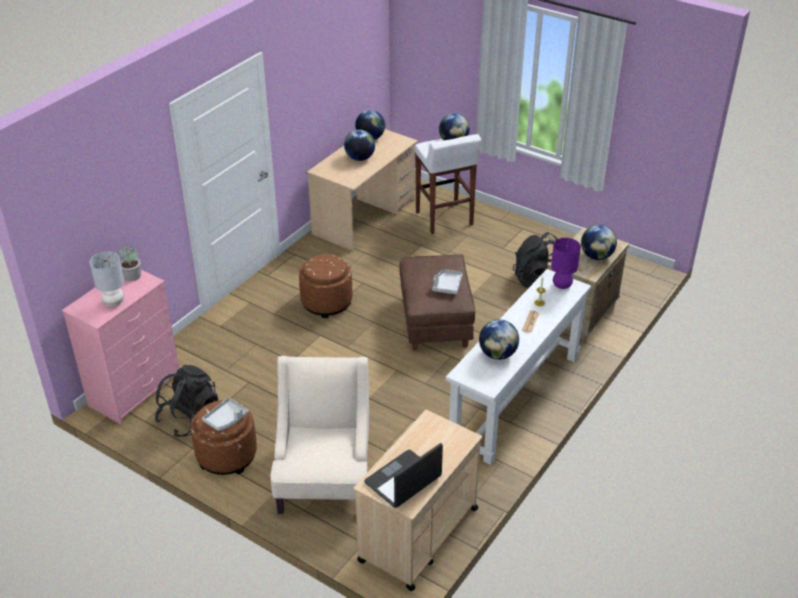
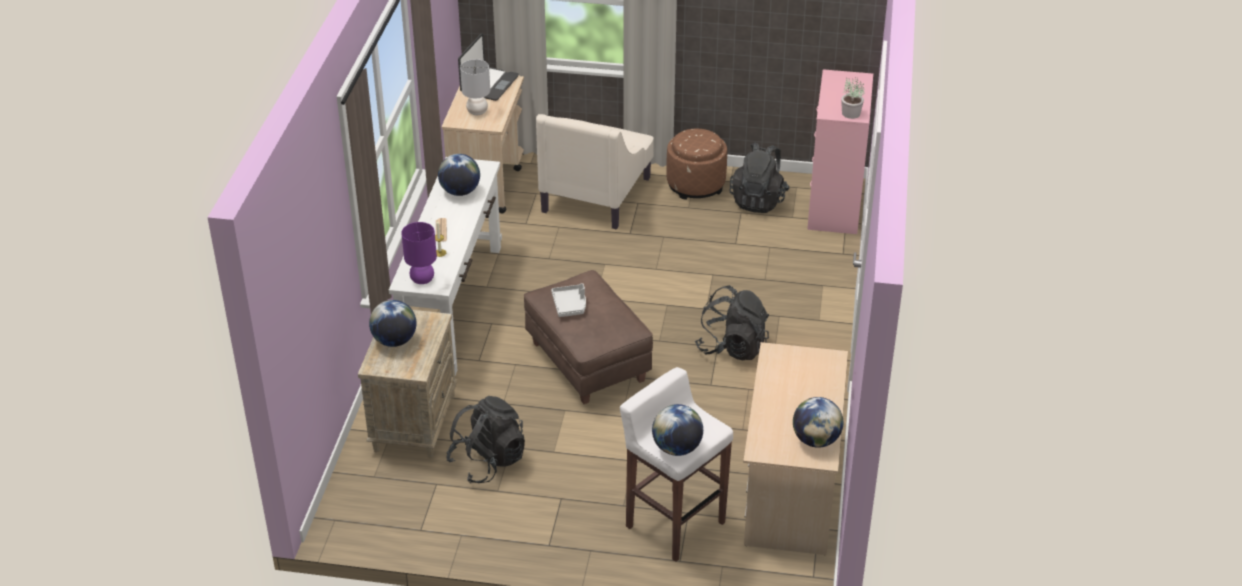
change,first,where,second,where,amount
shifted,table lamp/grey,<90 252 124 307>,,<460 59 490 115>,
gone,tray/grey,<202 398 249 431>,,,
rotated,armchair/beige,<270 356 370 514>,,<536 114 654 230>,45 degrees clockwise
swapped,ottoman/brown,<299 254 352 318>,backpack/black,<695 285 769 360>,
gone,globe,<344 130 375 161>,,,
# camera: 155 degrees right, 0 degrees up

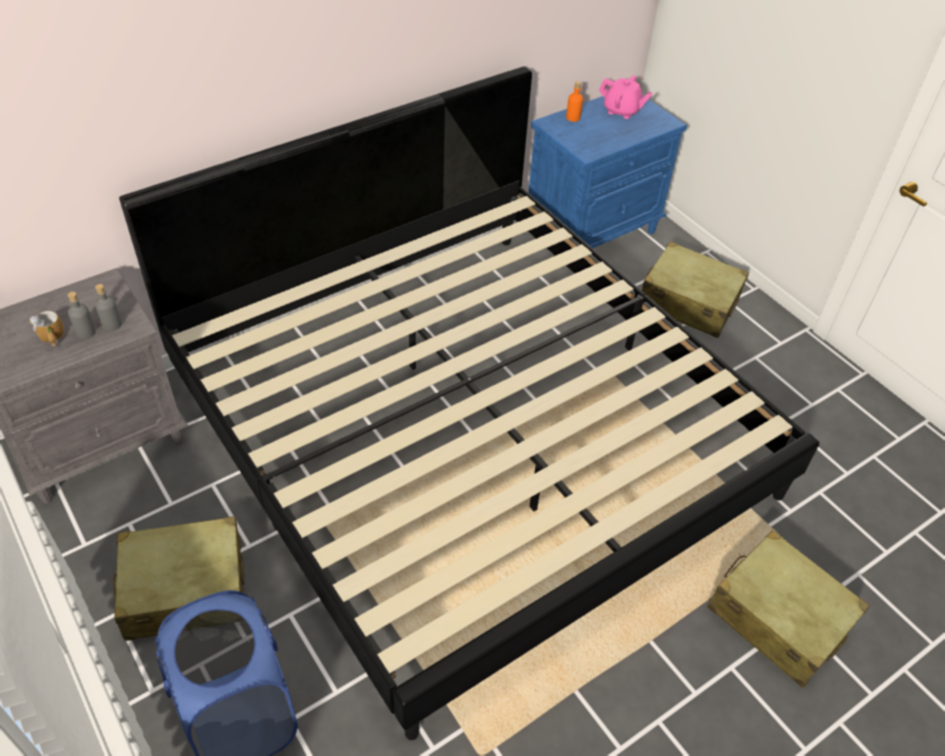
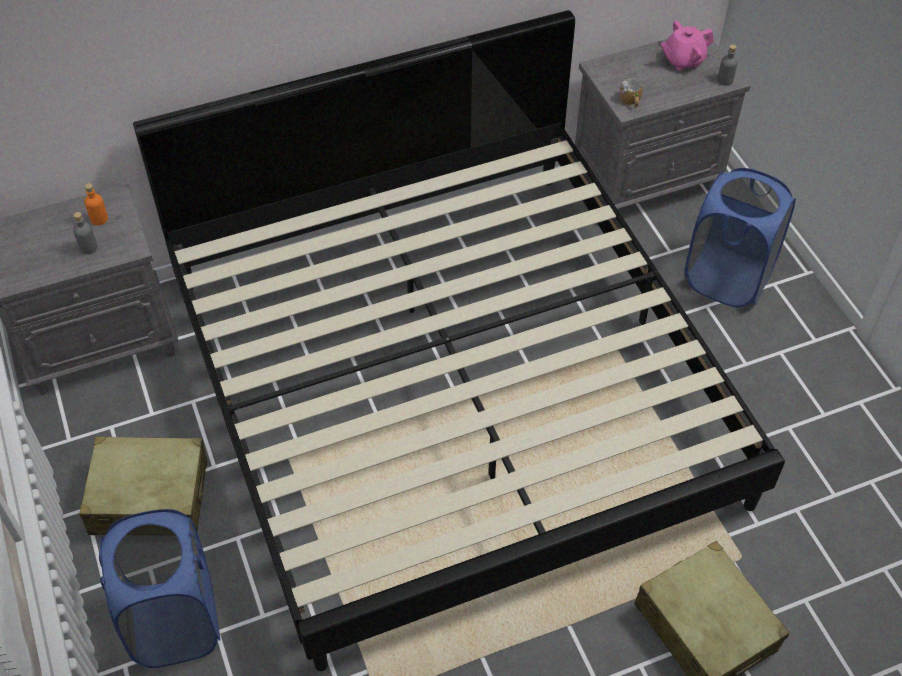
change,first,where,second,where,amount
shifted,mug,<29 311 64 346>,,<619 79 642 109>,
shifted,bottle/grey,<95 284 122 331>,,<717 44 738 86>,
repainted,nightstand/blue,<528 95 687 248>,nightstand/grey,<575 29 751 210>,
shifted,bottle/orange,<566 81 583 122>,,<84 183 108 225>,
rotated,teapot/pink,<599 75 653 119>,,<661 20 714 71>,120 degrees clockwise
swapped,suitcase/beige,<642 241 749 338>,laundry basket/blue,<684 168 796 308>,
# camera: 15 degrees right, 5 degrees up

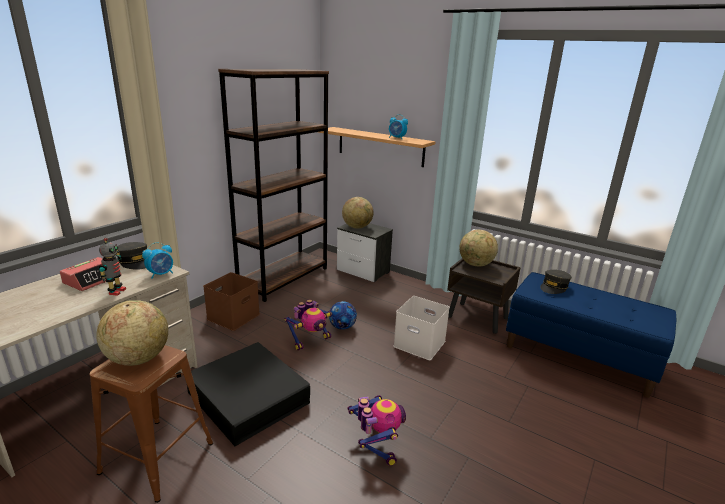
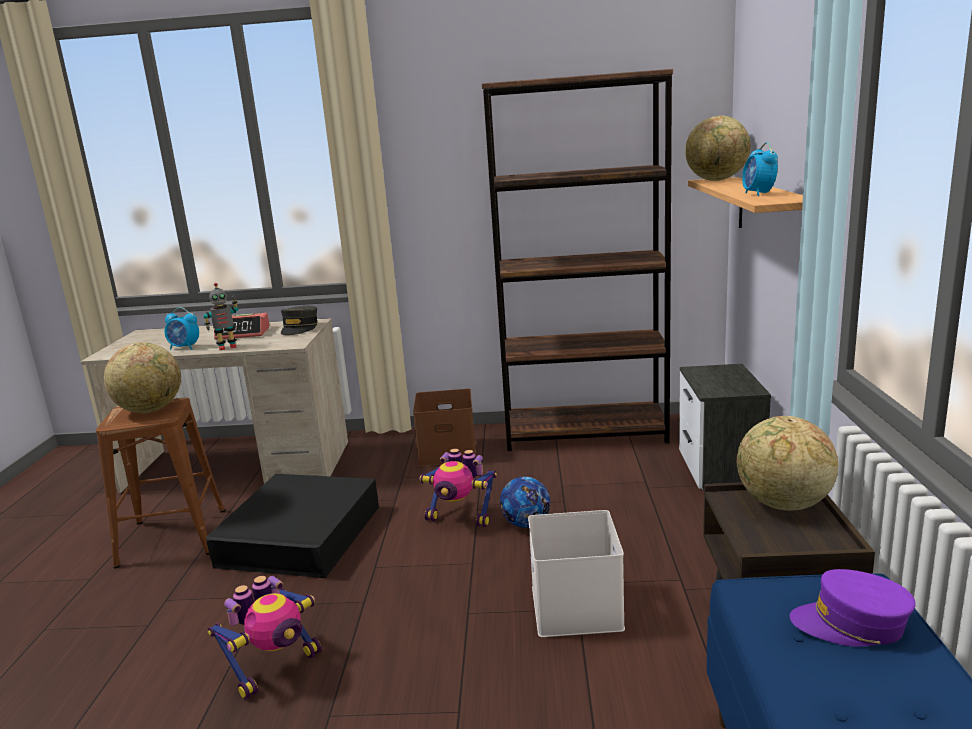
change,first,where,second,where,amount
shifted,alarm clock,<142 242 173 279>,,<165 307 199 350>,
shifted,globe,<342 197 373 229>,,<685 116 751 181>,
repainted,cap/grey,<541 270 571 294>,cap/purple,<790 569 916 647>,
# camera: 60 degrees right, 5 degrees down

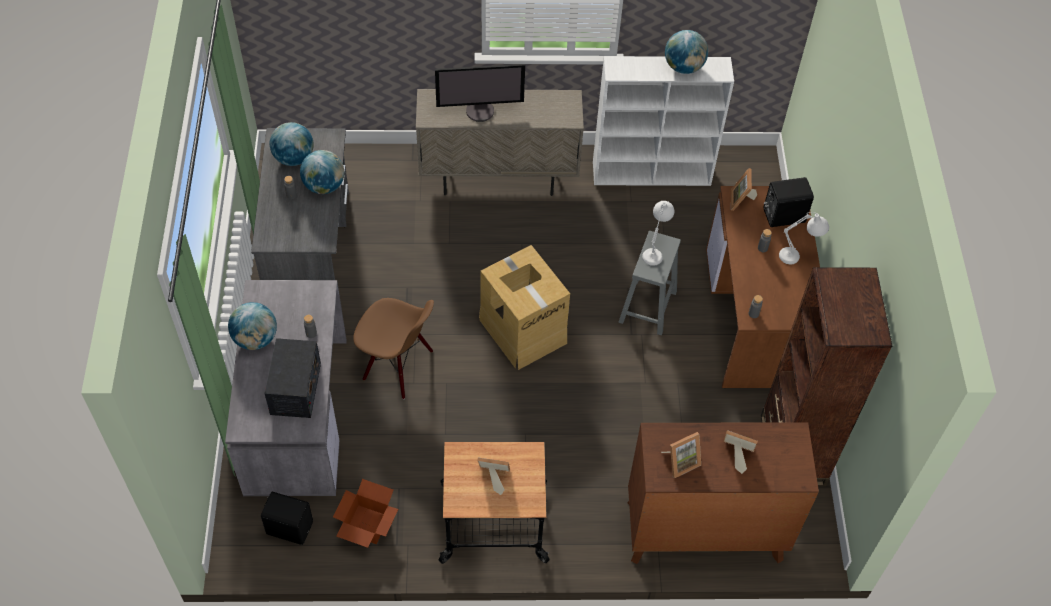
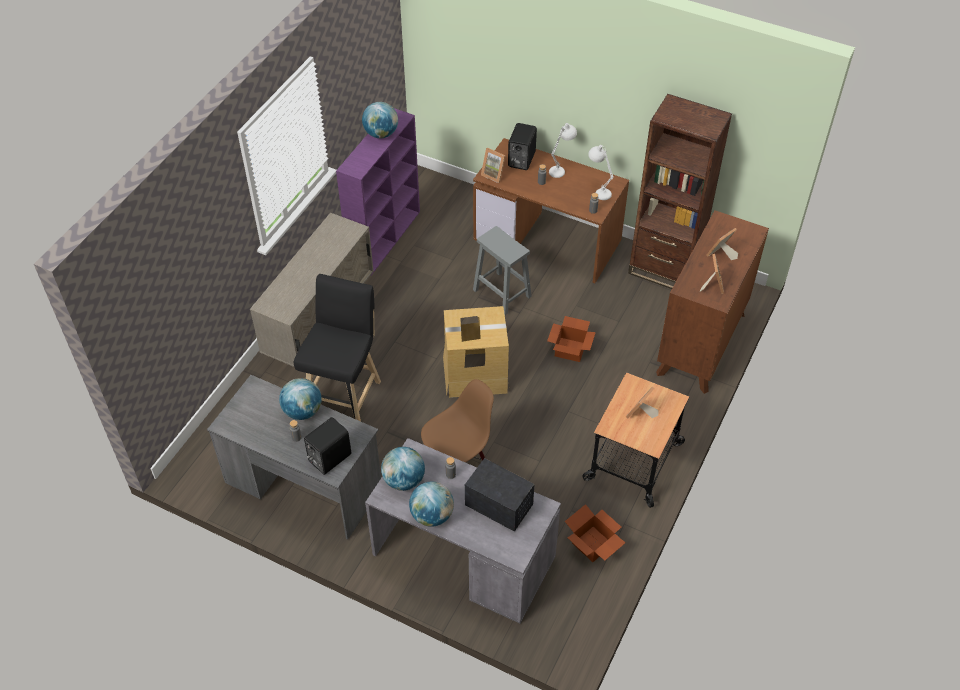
change,first,where,second,where,amount
shifted,speaker/black,<261 492 313 545>,,<304 417 351 475>,
shifted,globe,<270 122 314 166>,,<381 447 425 491>,
gone,monitor,<435 64 525 122>,,,
repainted,bookcase/white,<593 56 734 186>,bookcase/purple,<336 108 420 276>,
shifted,table lamp/white,<642 201 674 266>,,<588 145 614 200>,
new,,,stool/black,<294 274 381 421>,
new,,,cardboard box,<547 316 596 362>,
# camera: 60 degrees left, 5 degrees down

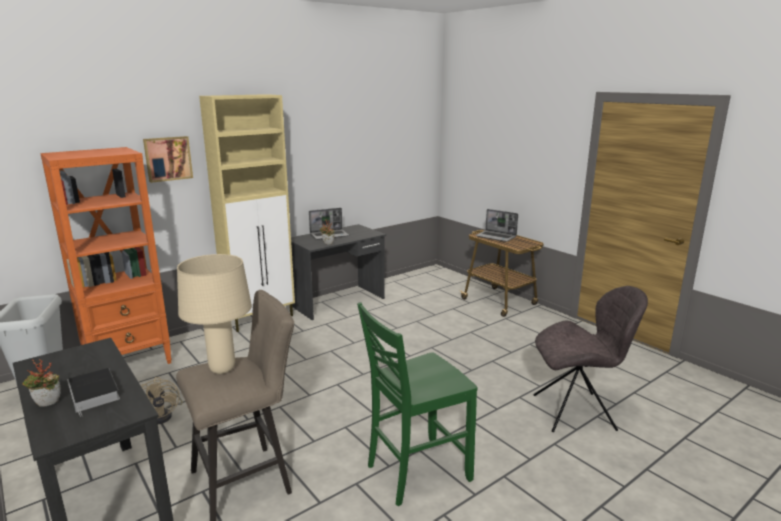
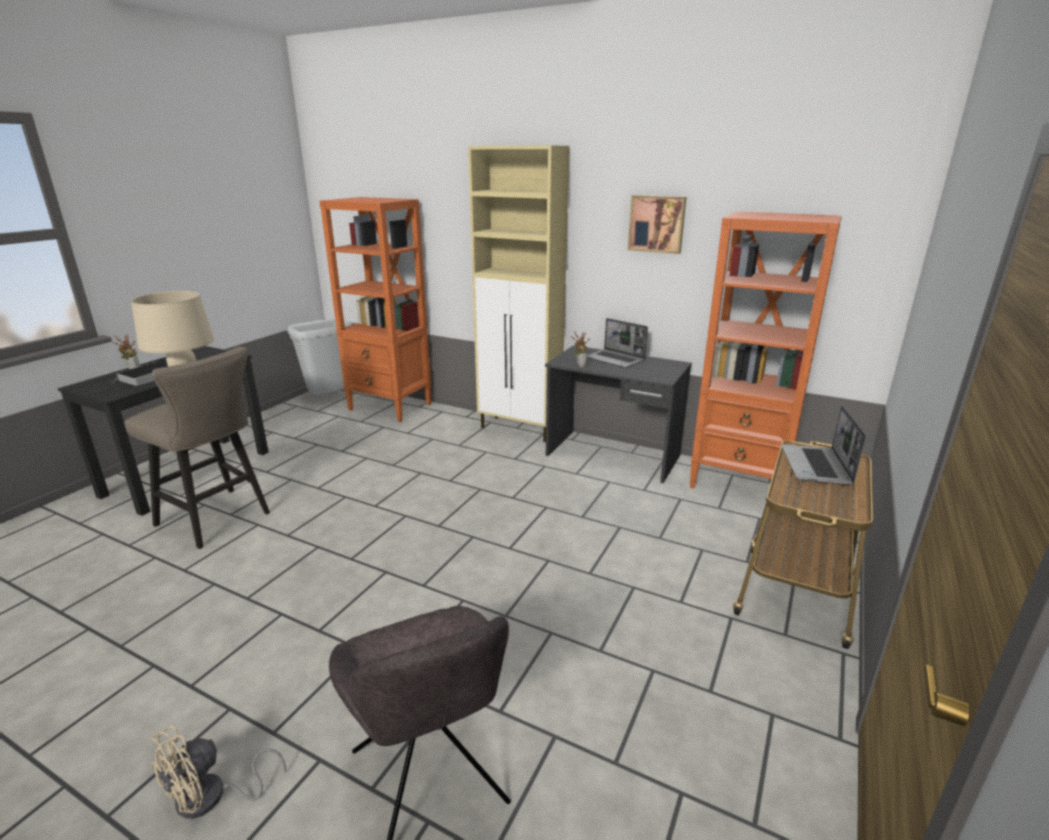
change,first,where,second,where,amount
shifted,fan/beige,<141 377 183 424>,,<150 725 286 819>,
shifted,picture,<143 136 193 183>,,<628 195 686 254>,
gone,chair/green,<357 302 477 506>,,,
new,,,bookcase/orange,<690 211 842 489>,
# camera: 65 degrees right, 5 degrees up

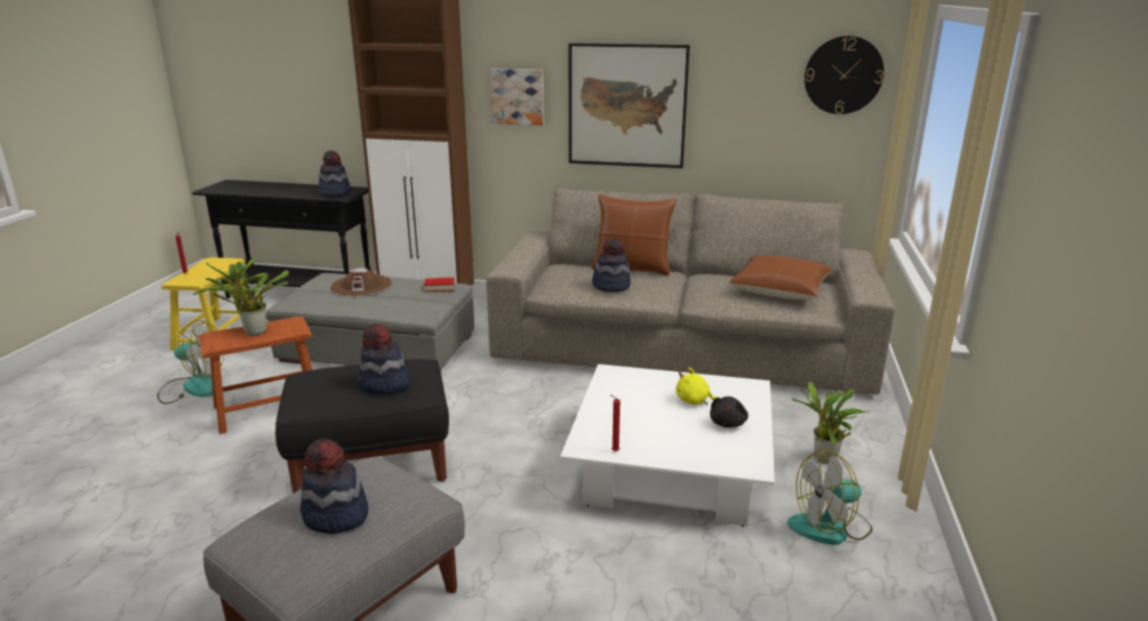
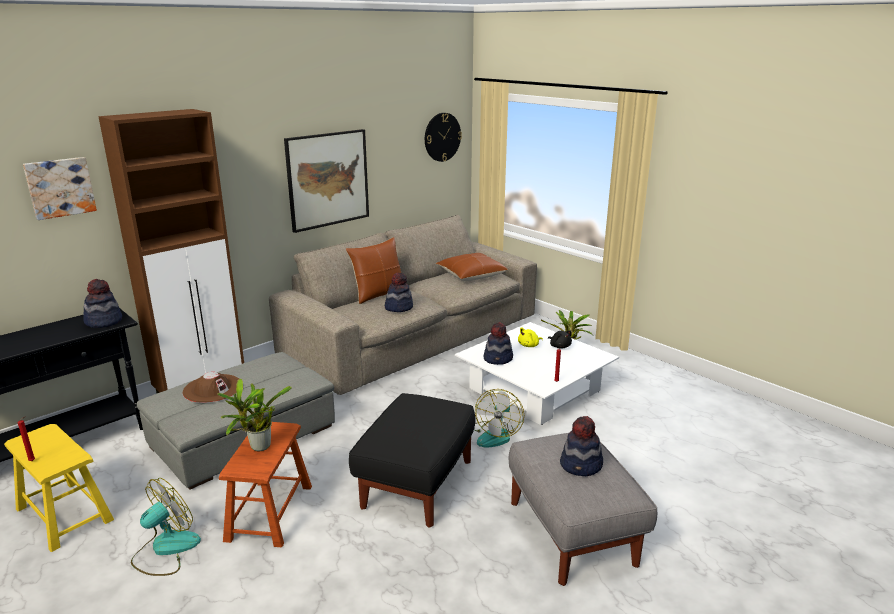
change,first,where,second,where,amount
shifted,hat,<358 324 410 394>,,<483 322 513 365>,
gone,book,<424 277 455 292>,,,
shifted,picture,<490 69 544 125>,,<23 157 97 220>,
shifted,fan,<788 449 872 545>,,<474 389 524 448>,
# camera: 55 degrees left, 0 degrees up

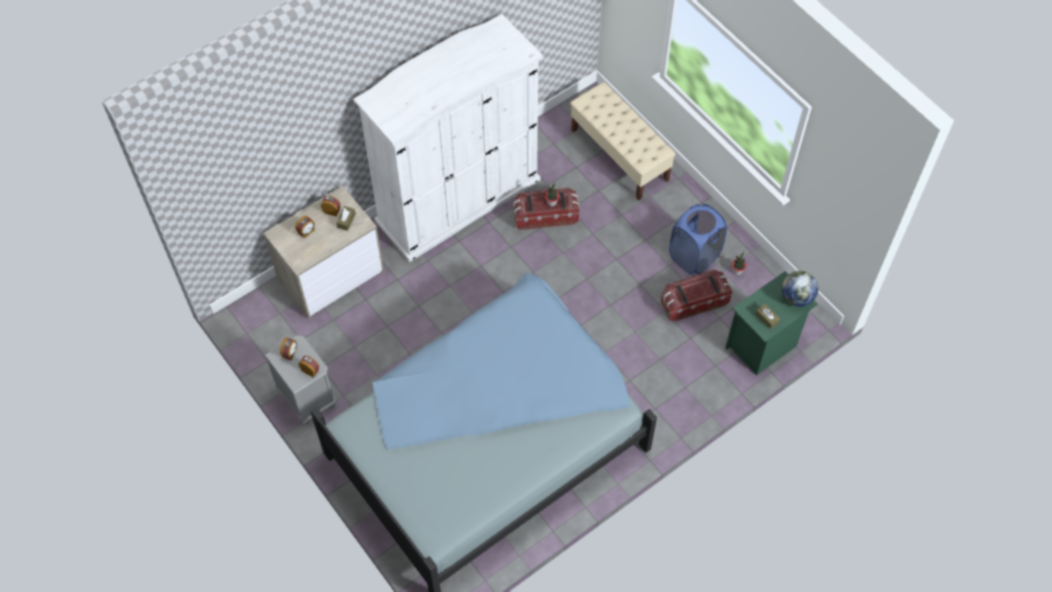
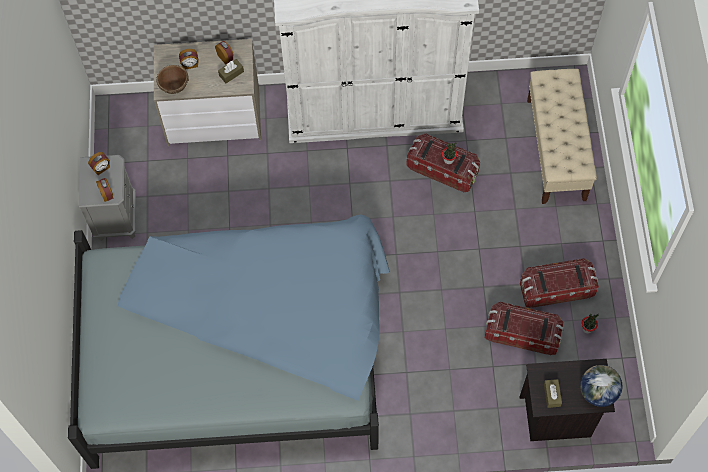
change,first,where,second,where,amount
swapped,laundry basket/blue,<669 204 727 274>,storage box,<520 258 599 308>,
repainted,nightstand/green,<725 271 818 375>,nightstand/black,<520 359 615 441>,
new,,,bowl/brown,<156 65 189 94>,
# camera: 35 degrees right, 5 degrees up

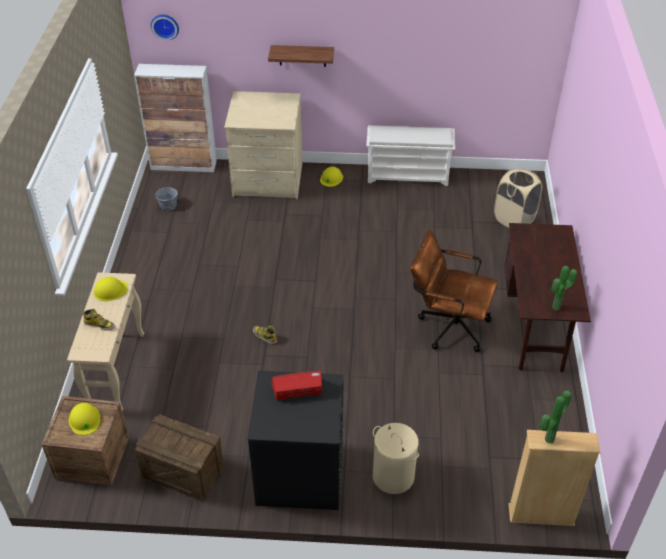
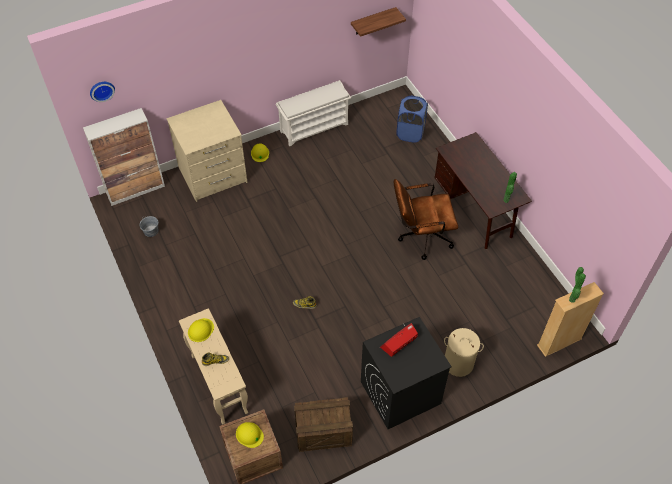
change,first,where,second,where,amount
shifted,shelf,<268 45 334 67>,,<351 7 406 37>,
repainted,laundry basket/beige,<494 169 542 228>,laundry basket/blue,<397 96 428 143>,
# camera: 30 degrees left, 10 degrees up

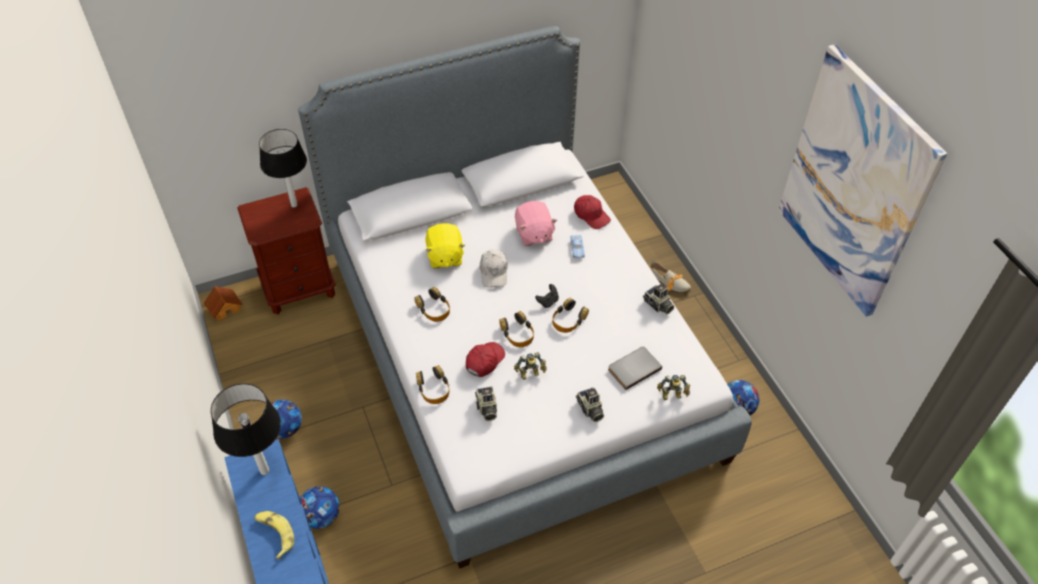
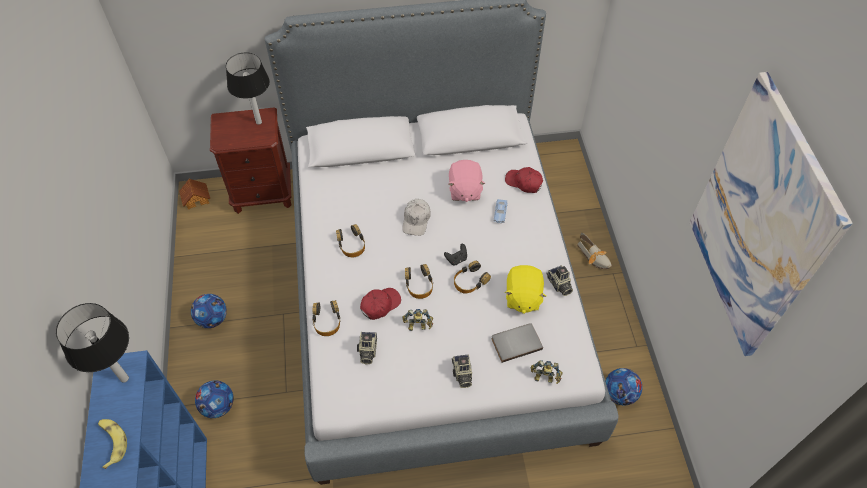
change,first,where,second,where,amount
shifted,plush toy/yellow,<425 223 465 268>,,<505 265 546 314>,
rotated,cap/red,<574 195 611 229>,,<505 167 543 193>,150 degrees clockwise
# camera: 15 degrees right, 5 degrees up

